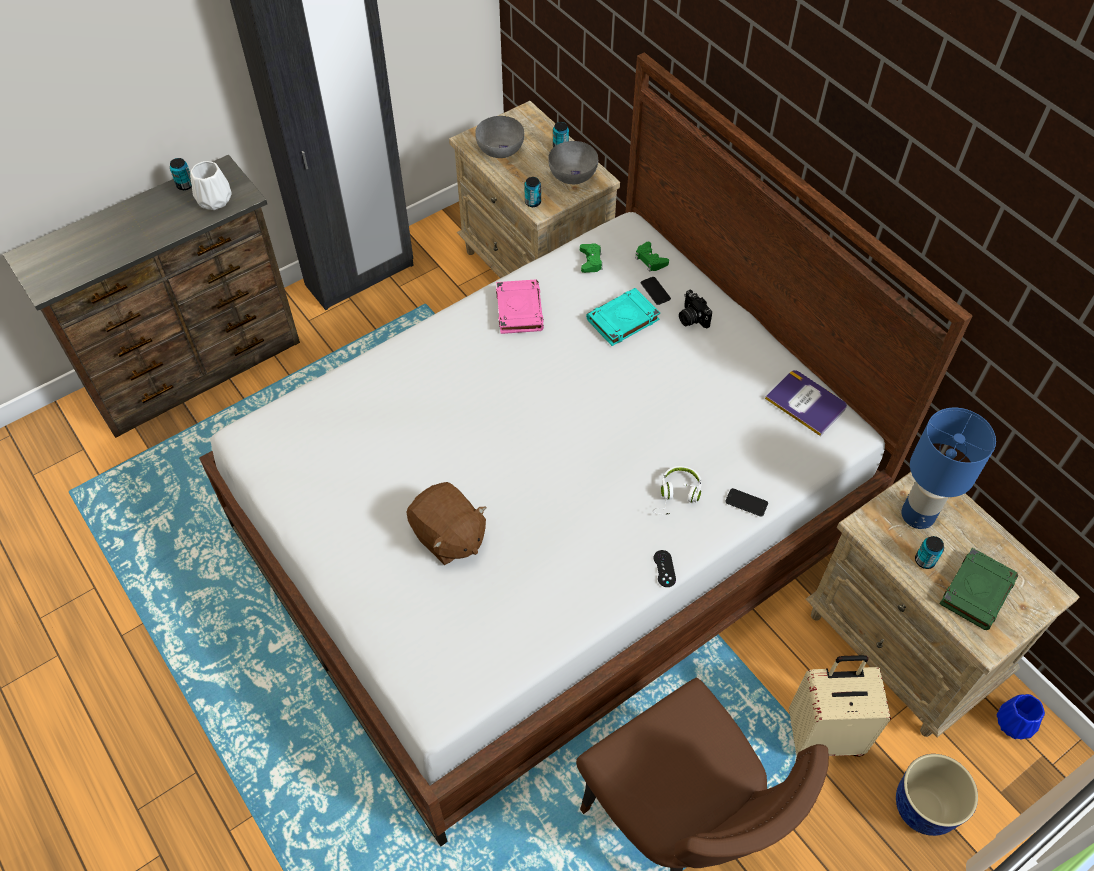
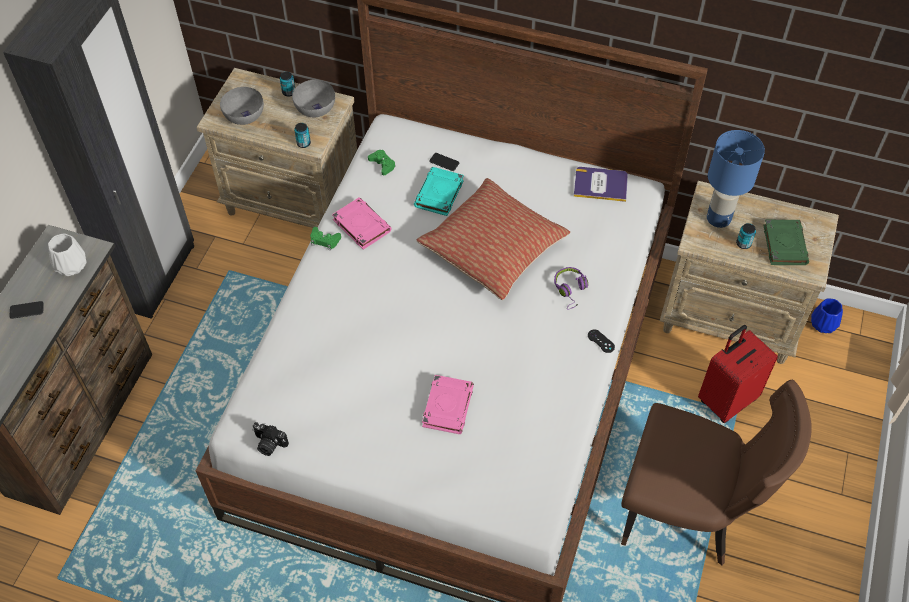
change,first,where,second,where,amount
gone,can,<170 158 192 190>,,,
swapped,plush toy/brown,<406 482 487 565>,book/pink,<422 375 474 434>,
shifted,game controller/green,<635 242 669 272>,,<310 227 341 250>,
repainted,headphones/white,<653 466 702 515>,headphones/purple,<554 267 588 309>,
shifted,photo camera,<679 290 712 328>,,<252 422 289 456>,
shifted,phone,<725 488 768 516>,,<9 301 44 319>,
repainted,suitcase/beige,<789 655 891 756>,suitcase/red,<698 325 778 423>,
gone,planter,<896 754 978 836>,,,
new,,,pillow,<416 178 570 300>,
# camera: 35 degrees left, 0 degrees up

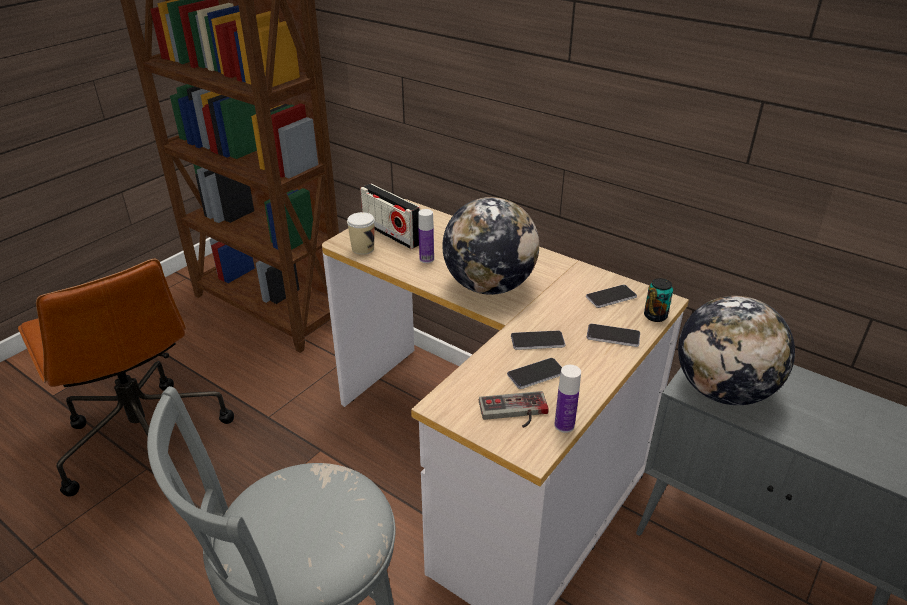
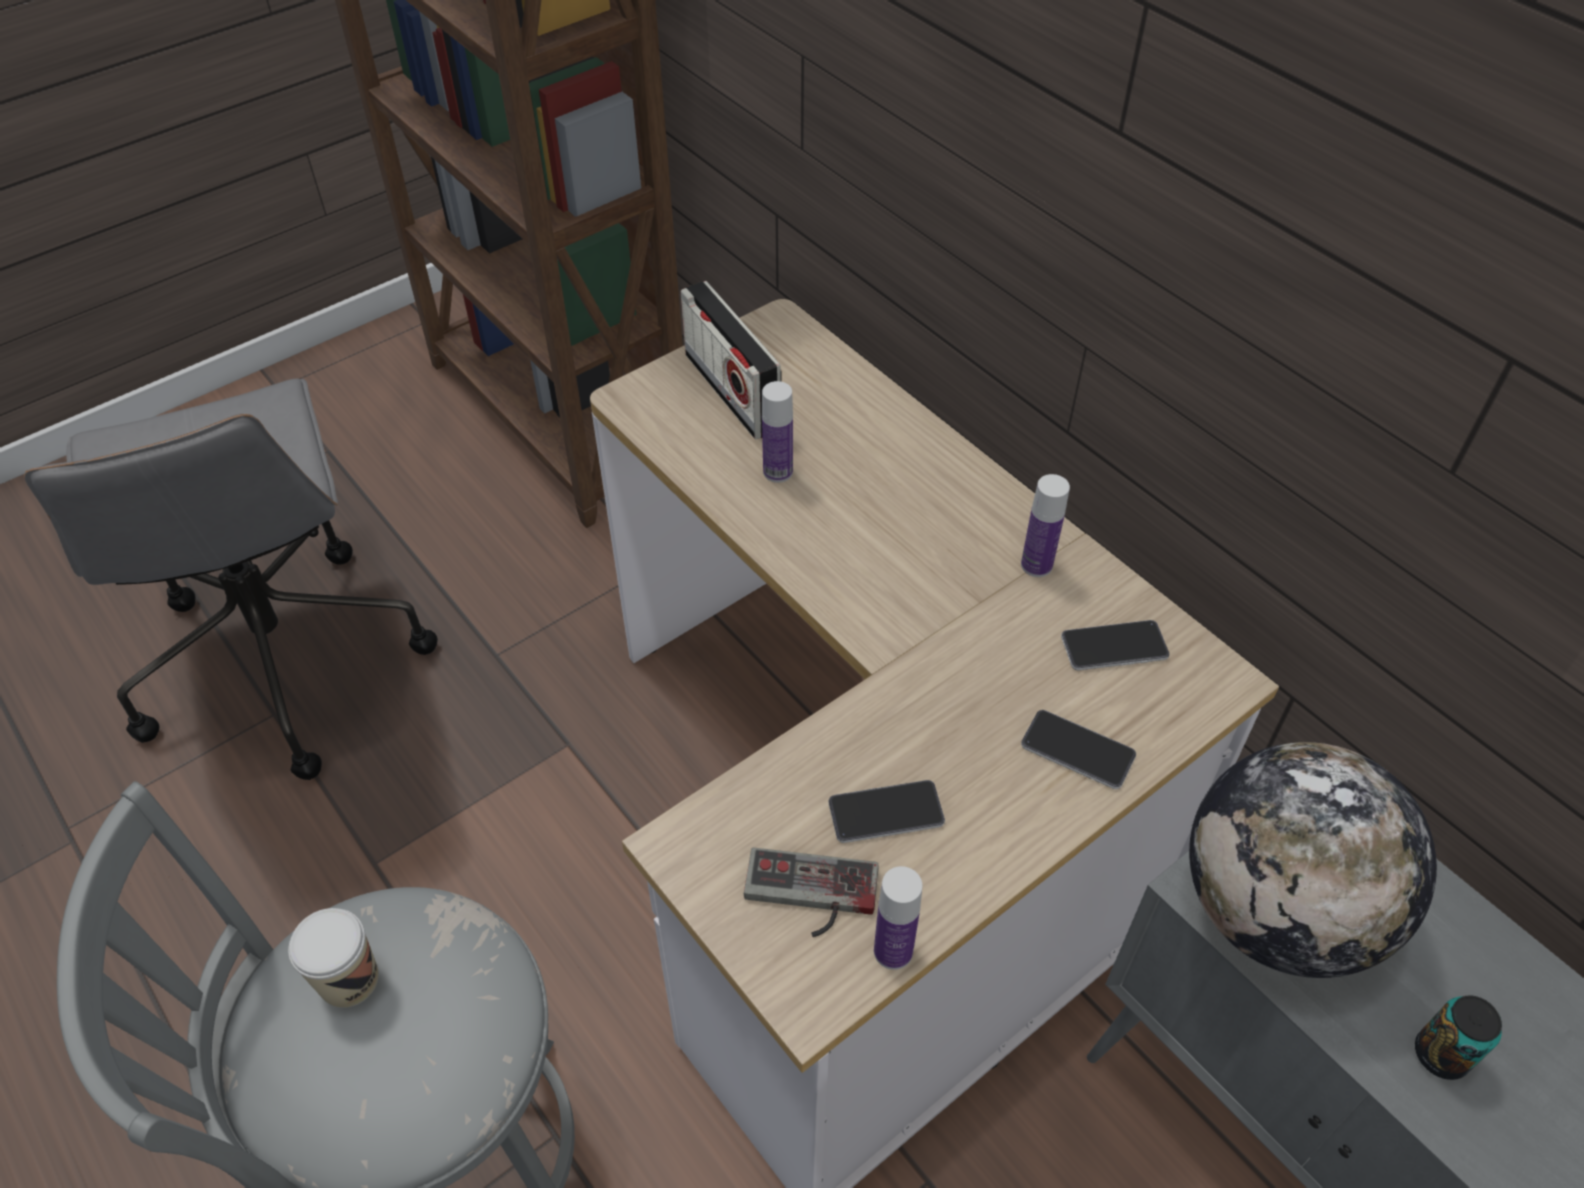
change,first,where,second,where,amount
repainted,office chair/brown,<18 259 234 497>,office chair/grey,<24 379 438 780>,
shifted,cup,<347 212 375 255>,,<288 908 379 1008>,
gone,globe,<442 197 539 295>,,,
gone,phone,<511 331 565 350>,,,
shifted,can,<644 278 673 322>,,<1415 995 1502 1080>,
new,,,bottle,<1021 474 1070 577>,
# camera: 15 degrees right, 15 degrees up

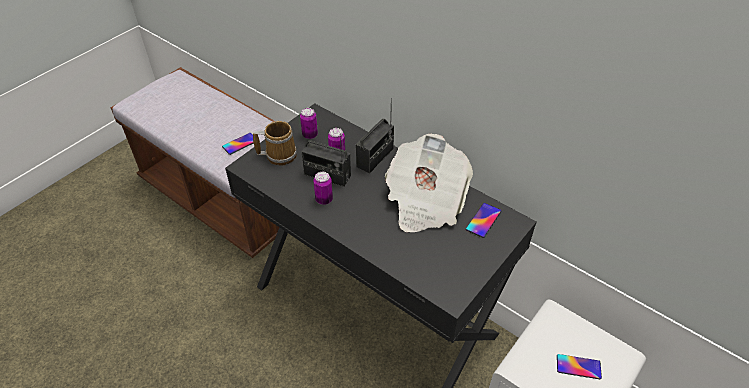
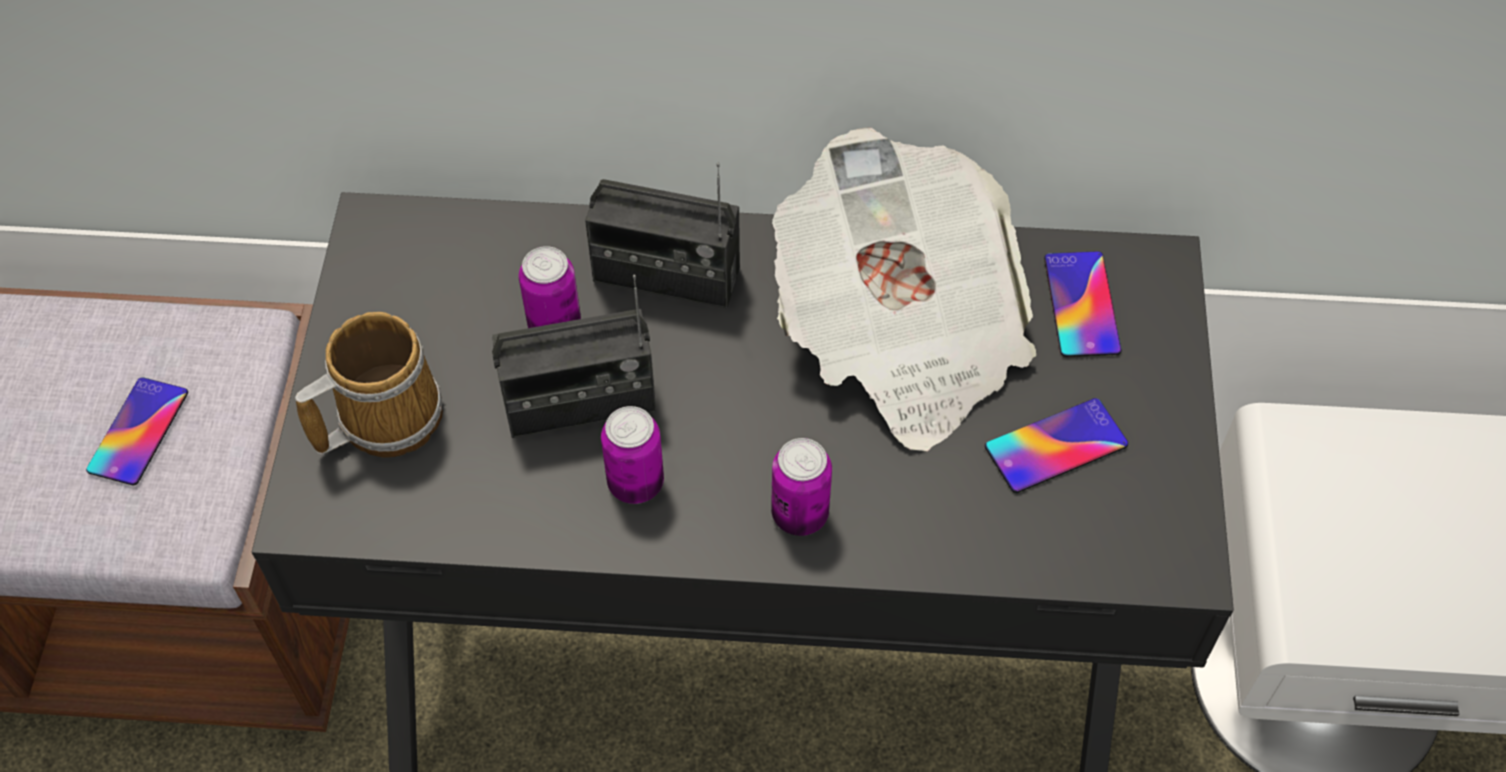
change,first,where,second,where,amount
shifted,can,<300 108 318 139>,,<771 438 832 536>,
rotated,radio,<356 98 394 173>,,<585 163 740 308>,105 degrees clockwise
shifted,phone,<557 354 602 379>,,<985 398 1128 493>,
# camera: 35 degrees left, 10 degrees up

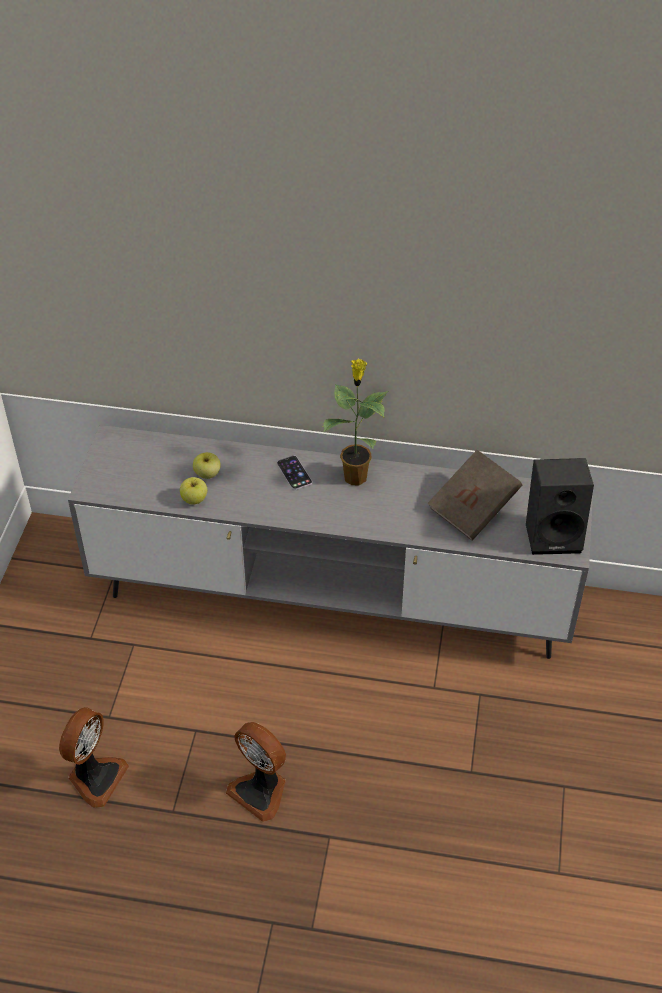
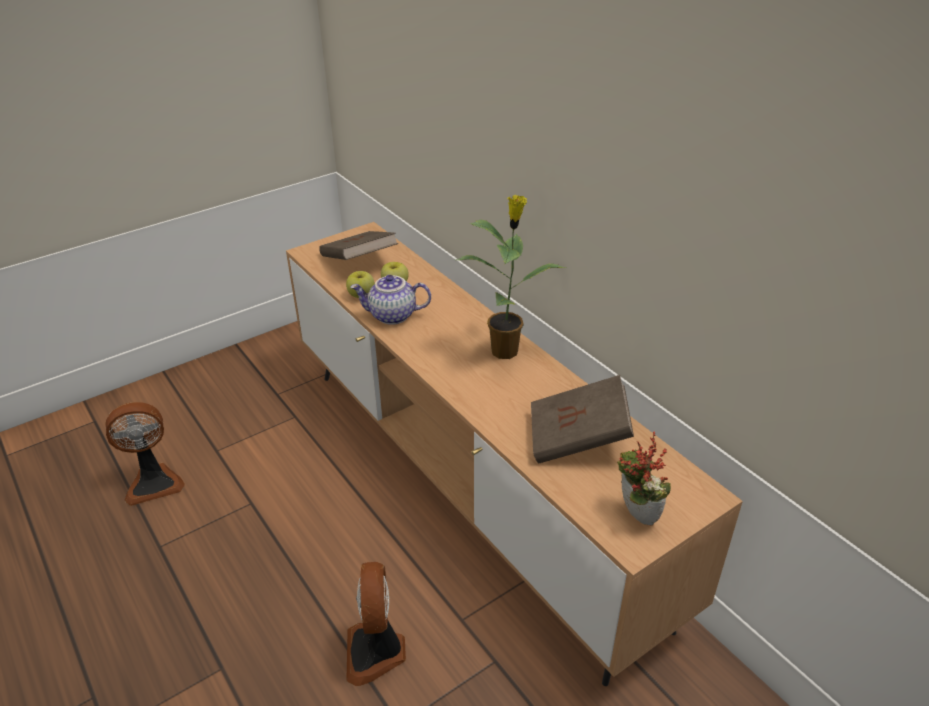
change,first,where,second,where,amount
repainted,tv stand/grey,<68 425 593 659>,tv stand/brown,<286 222 743 686>,
shifted,fan,<226 722 286 822>,,<346 562 406 686>,
gone,phone,<277 456 312 490>,,,
swapped,speaker/black,<526 458 594 555>,potted plant,<617 431 671 525>,
new,,,book/brown,<319 231 398 260>,
new,,,teapot,<350 275 431 325>,
# camera: 45 degrees right, 10 degrees down

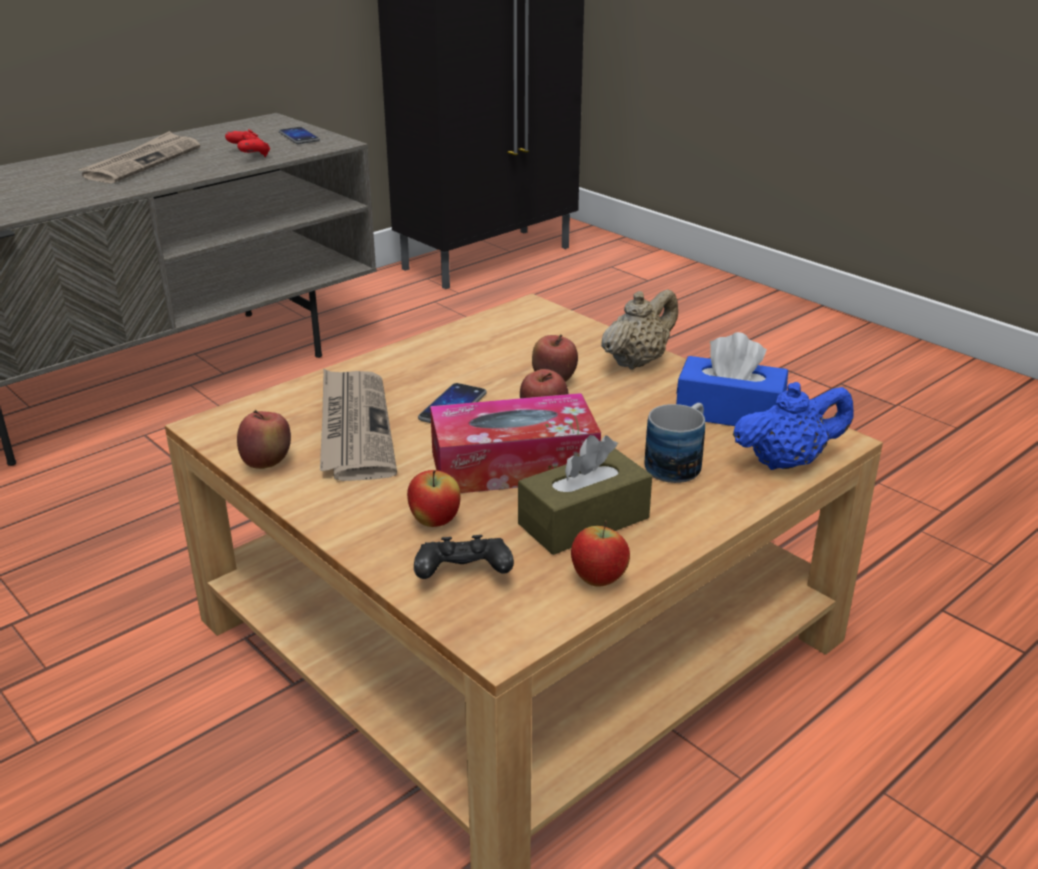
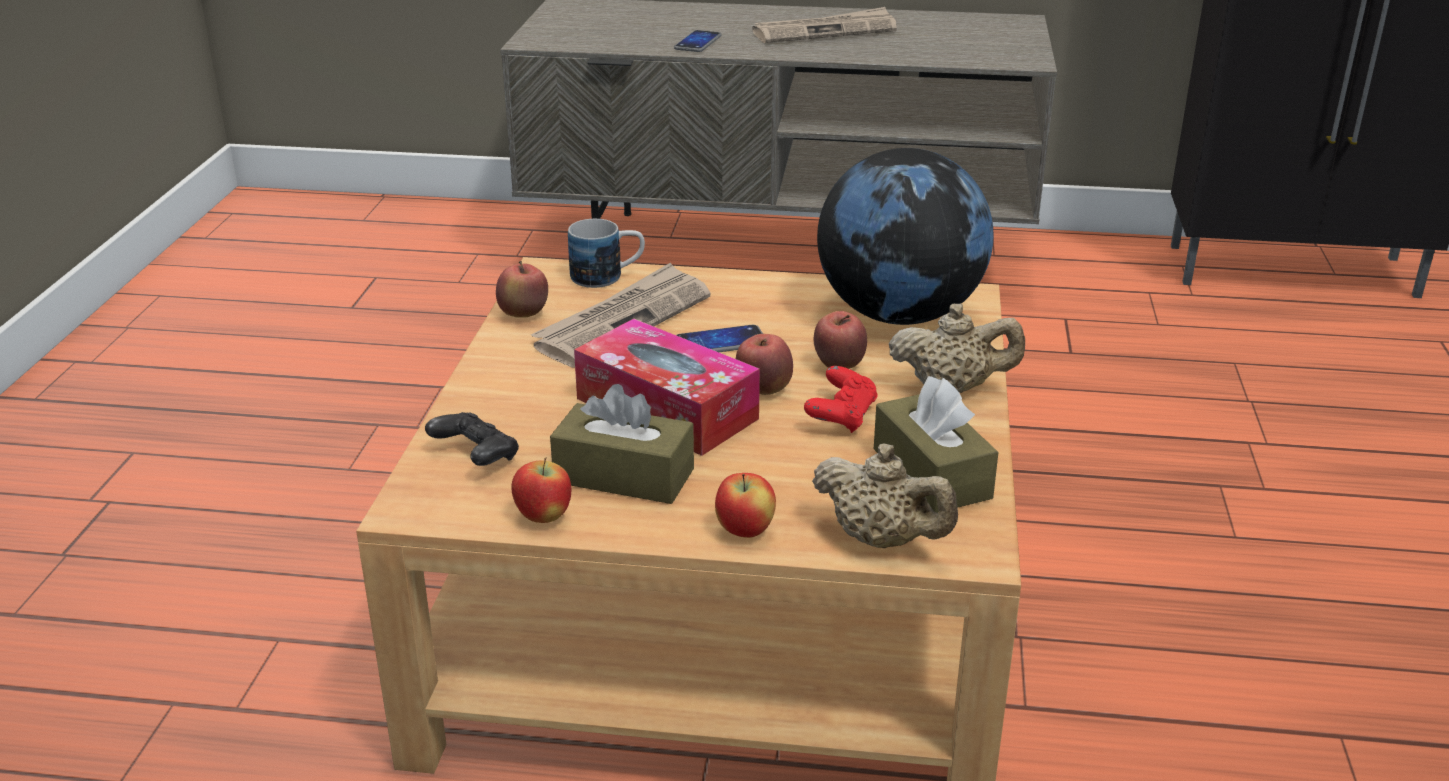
change,first,where,second,where,amount
shifted,game controller/red,<225 129 270 157>,,<804 366 878 433>,
shifted,phone,<279 127 320 144>,,<674 30 722 52>,
shifted,apple,<407 470 460 527>,,<715 473 776 538>,
shifted,mug,<644 403 705 483>,,<568 219 645 288>,
repainted,tissue box/blue,<676 332 788 426>,tissue box/brown,<874 376 999 513>,
repainted,teapot/blue,<733 382 853 470>,teapot/beige,<812 443 958 548>,
new,,,globe,<817 148 993 325>,
# camera: 50 degrees right, 0 degrees up

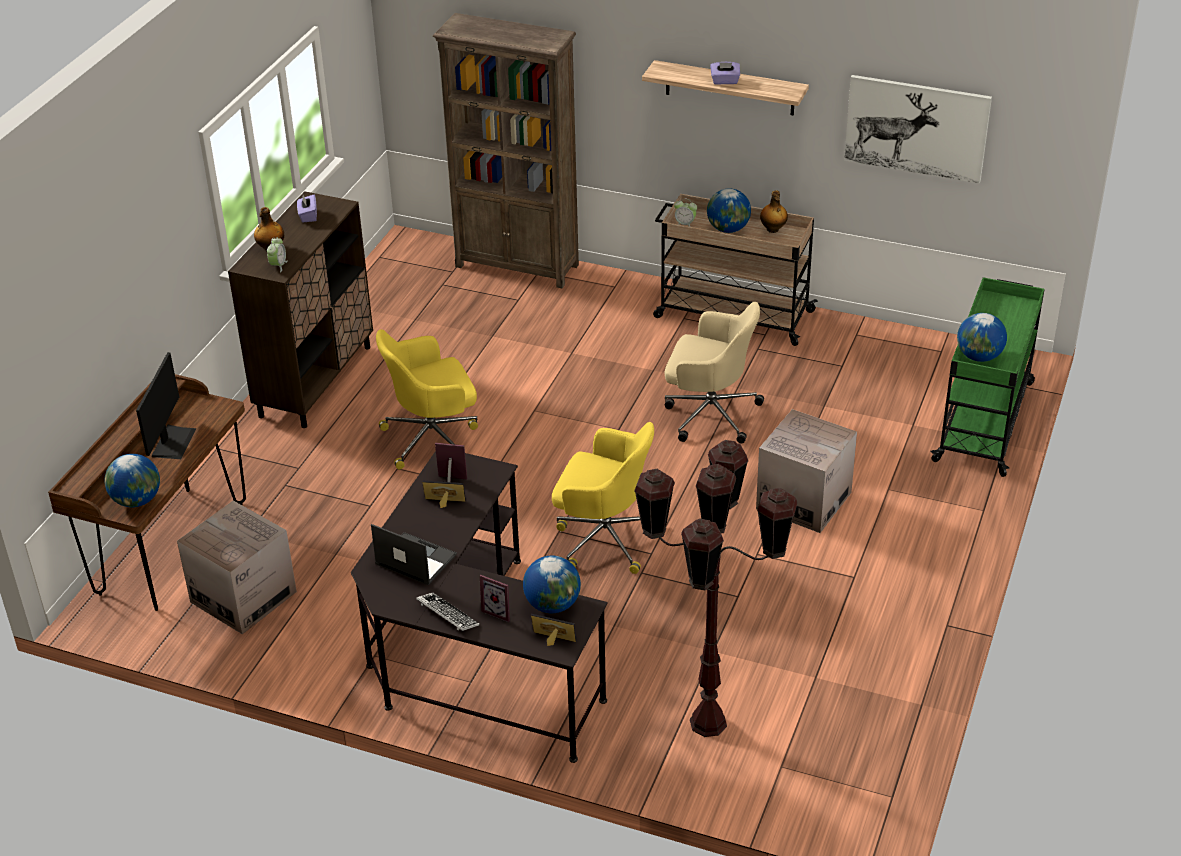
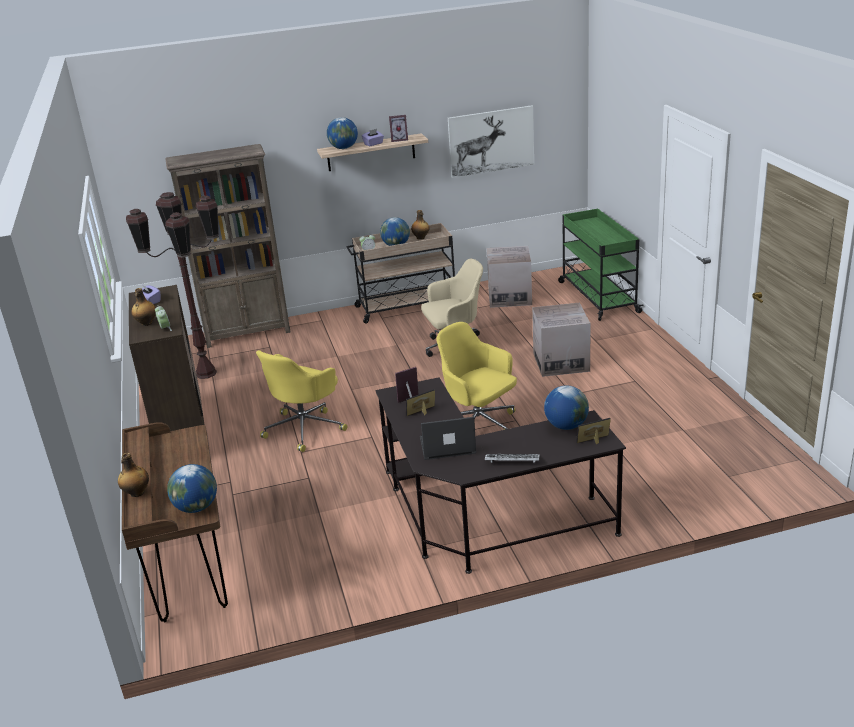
change,first,where,second,where,amount
gone,monitor,<136 352 196 459>,,,
shifted,cardboard box,<177 500 297 634>,,<487 246 532 308>,
shifted,picture frame,<480 575 510 622>,,<389 115 408 142>,
rotated,office chair/yellow,<552 422 654 574>,,<436 322 517 430>,120 degrees counterclockwise
shifted,floor lamp/brown,<634 440 798 737>,,<126 192 219 379>,
shifted,globe,<957 313 1007 362>,,<327 117 358 149>,
new,,,bottle,<118 453 149 497>,
# camera: 35 degrees left, 10 degrees down

